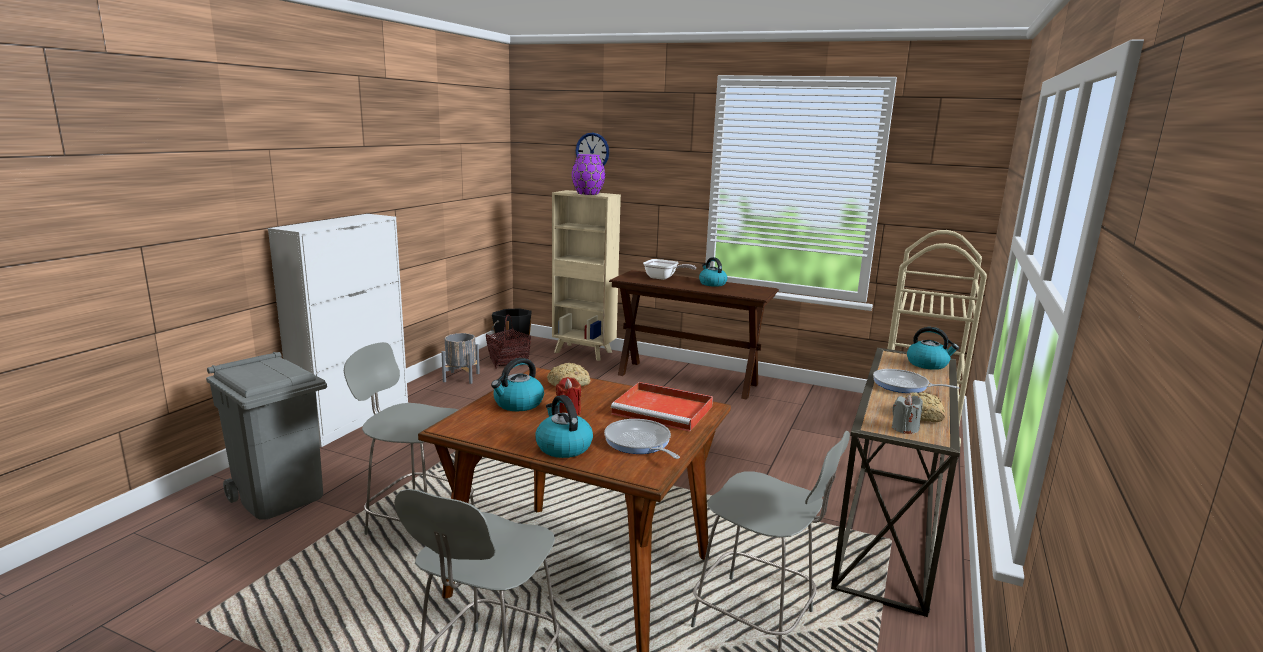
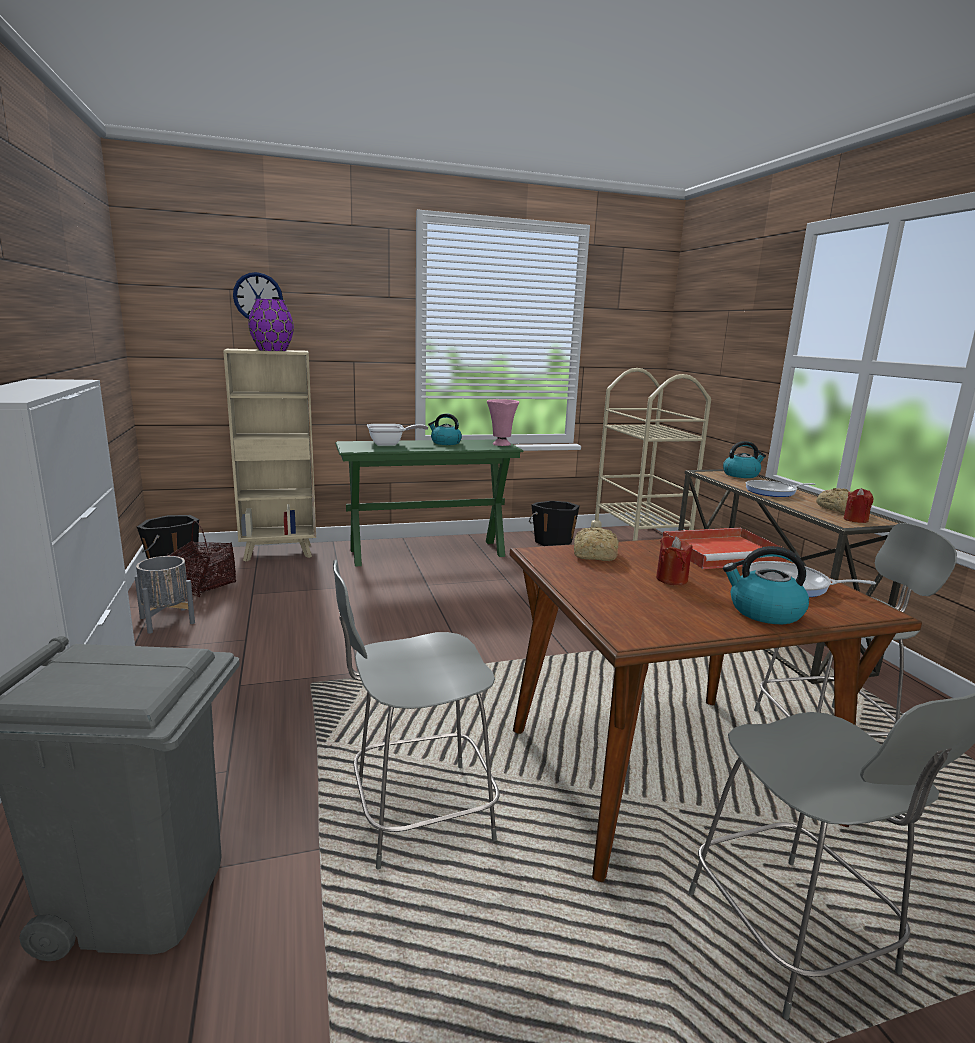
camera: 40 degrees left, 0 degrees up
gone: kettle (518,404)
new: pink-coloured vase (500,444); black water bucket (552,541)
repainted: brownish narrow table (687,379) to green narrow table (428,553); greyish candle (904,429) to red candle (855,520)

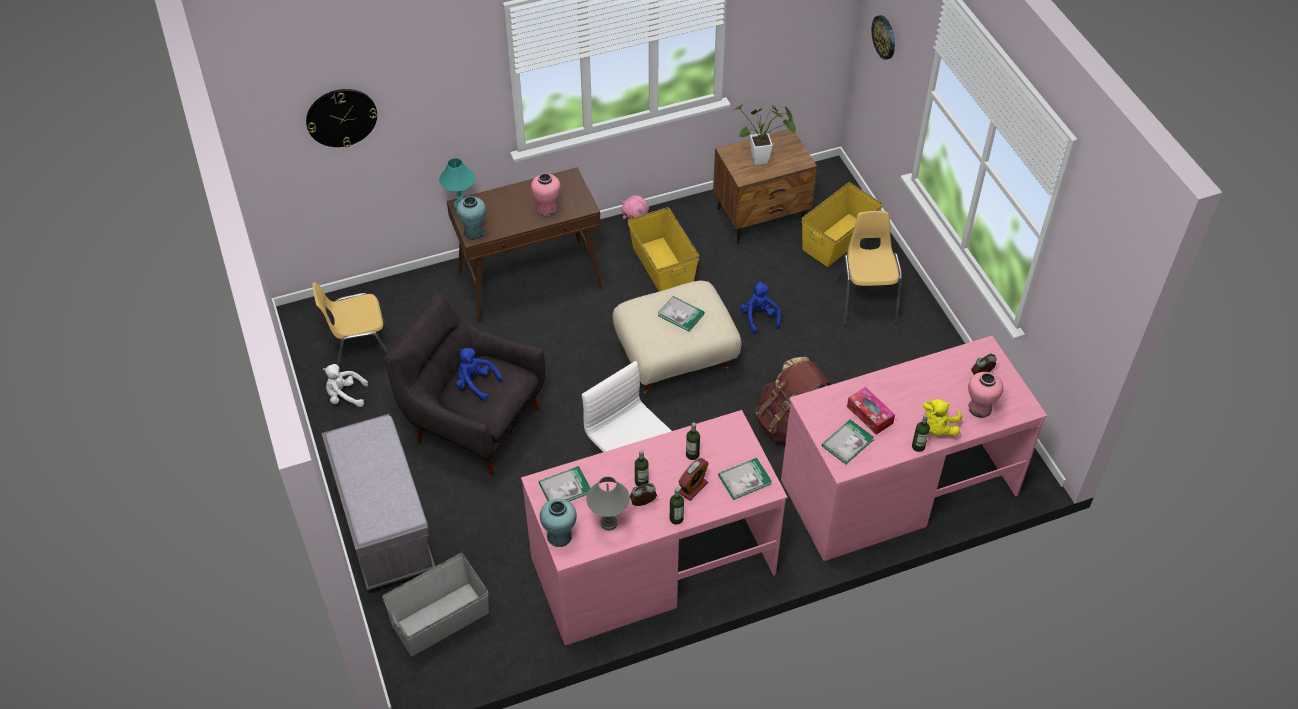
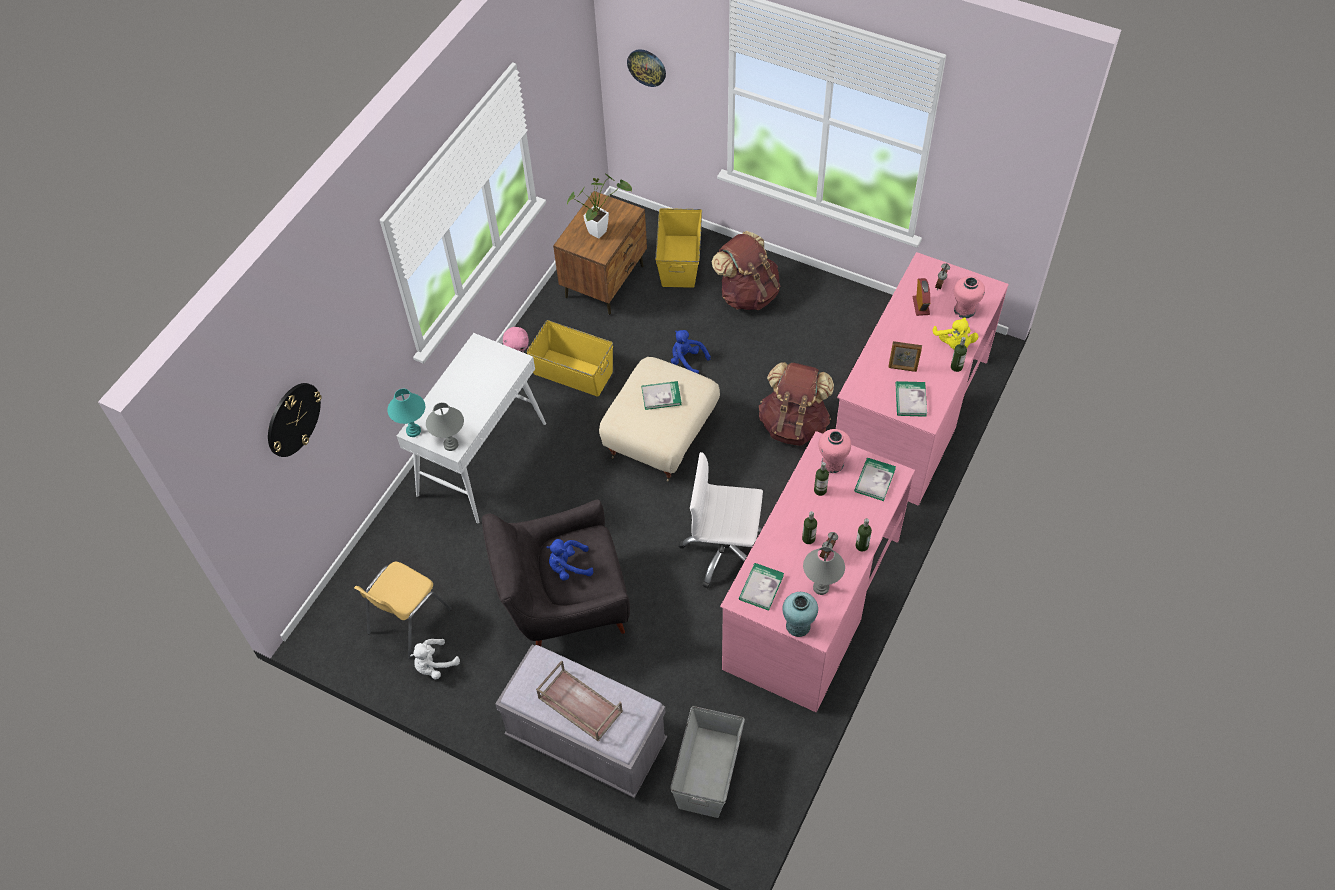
camera: 40 degrees left, 5 degrees up
new: brownish serving tray (579,705)
shifted: pink-coloured vase (547,209) to (832,463); alarm clock (692,487) to (921,306)
swapped: blue-green vase (474,232) to greyish lamp for a table (450,445); yellow chair (866,301) to brownish backpack (747,294); box of tissues (869,415) to picture frame (902,368)
repainted: brownish narrow table (530,280) to white narrow table (482,458)

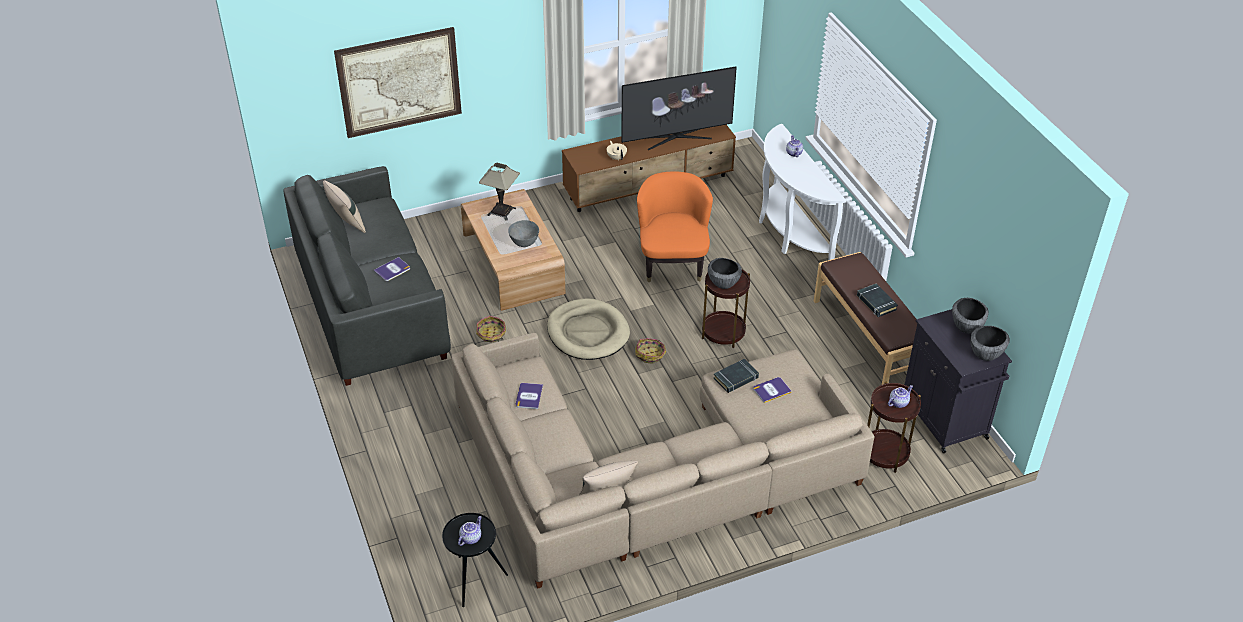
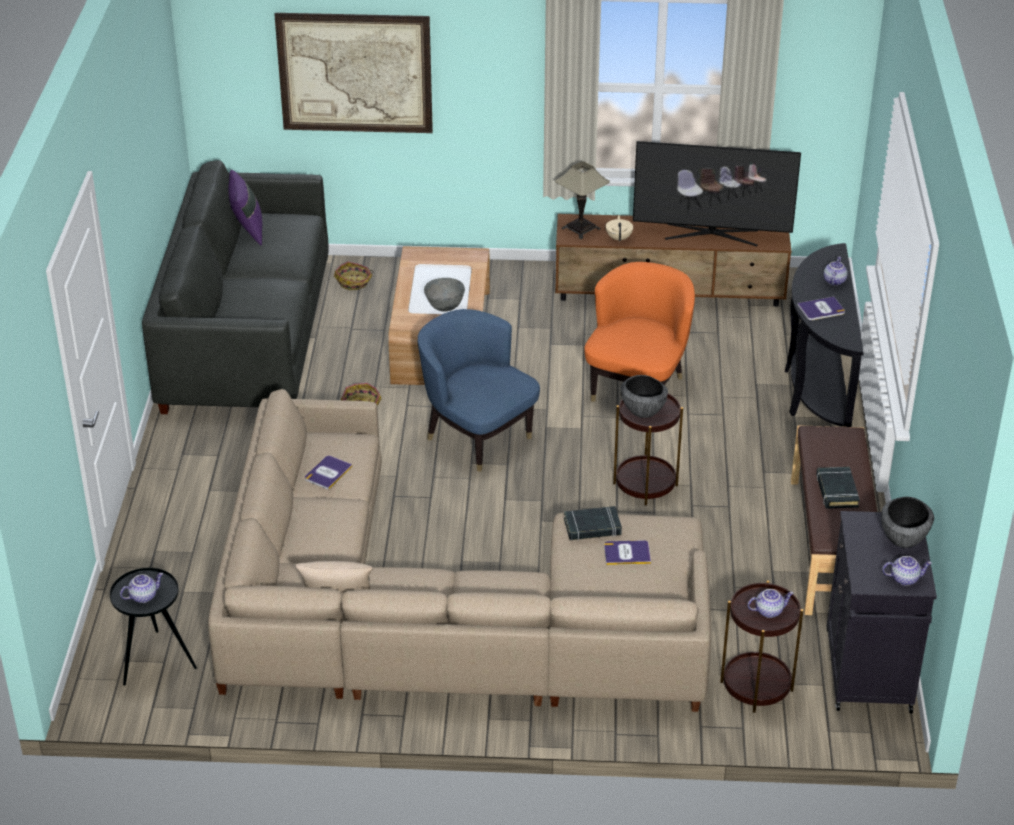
camera: 25 degrees right, 5 degrees down
shifted: lamp for a table (501,211) to (581,228); volume (392,270) to (821,309); household basket (650,354) to (354,282)
swapped: sand-coloured dog cushion (588,332) to bluish easy chair (476,437); bowl (985,354) to teapot (904,578)
repainted: white narrow table (788,232) to black narrow table (816,392); sand-coloured cushion (346,224) to purplish cushion (247,231)

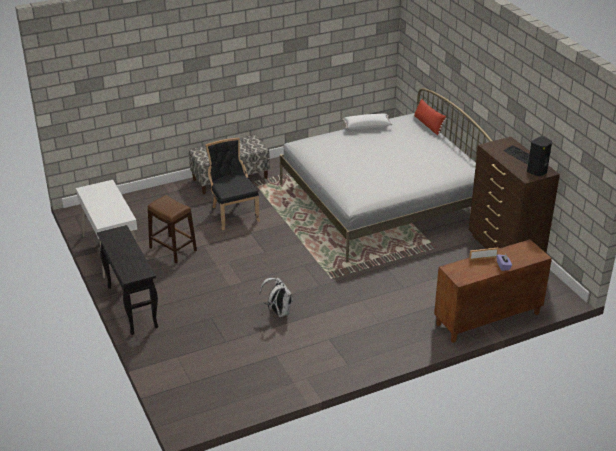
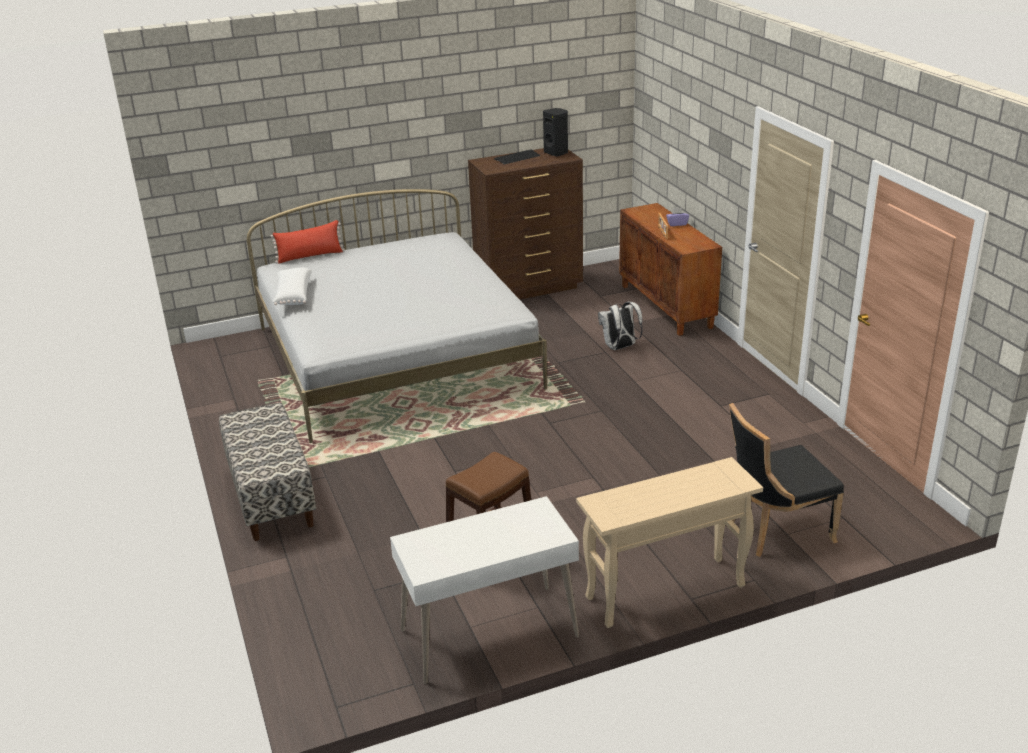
camera: 85 degrees left, 5 degrees down
shifted: black chair (233,213) to (775,530); white backpack (278,312) to (620,347)
repainted: black narrow table (131,306) to sand-coloured narrow table (664,592)

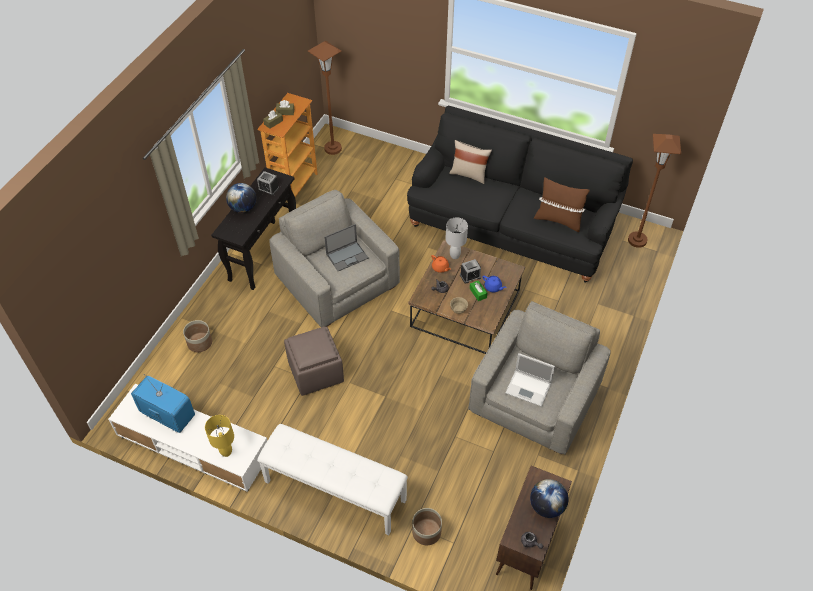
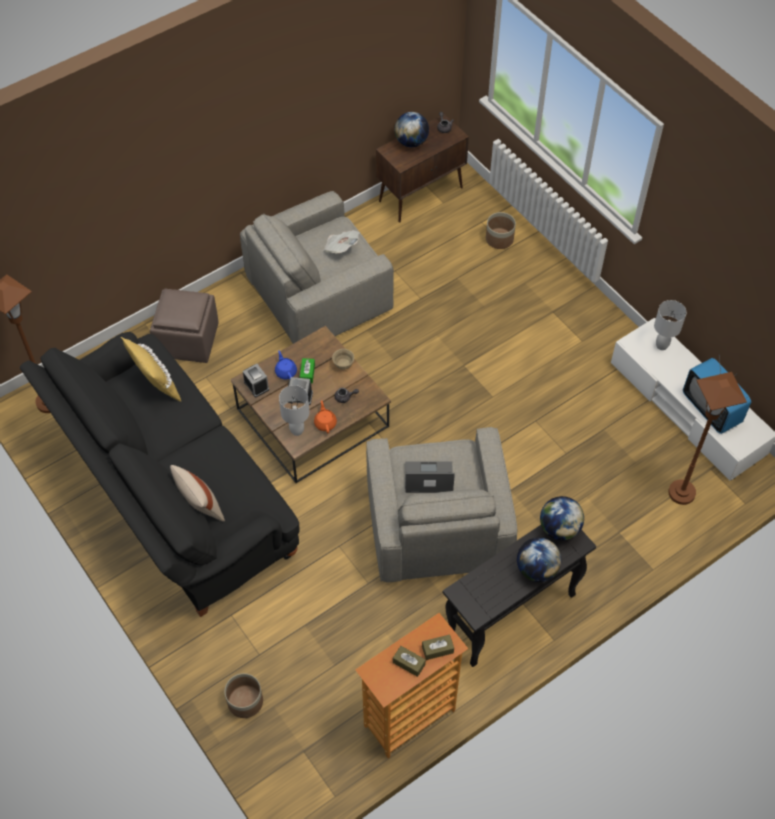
camera: 150 degrees left, 5 degrees up
gone: white long seat (334,491)
new: globe (559,528)
shifted: brownish standing lamp (333,148) to (681,493); alarm clock (268,189) to (256,385); planter (200,342) to (245,701); brownish ottoman (316,372) to (187,340)
swapped: notebook computer (529,388) to newspaper (341,248)
repainted: brownish cushion (558,220) to yellow cushion (155,386); yellow lamp for a table (226,452) to white lamp for a table (662,345)

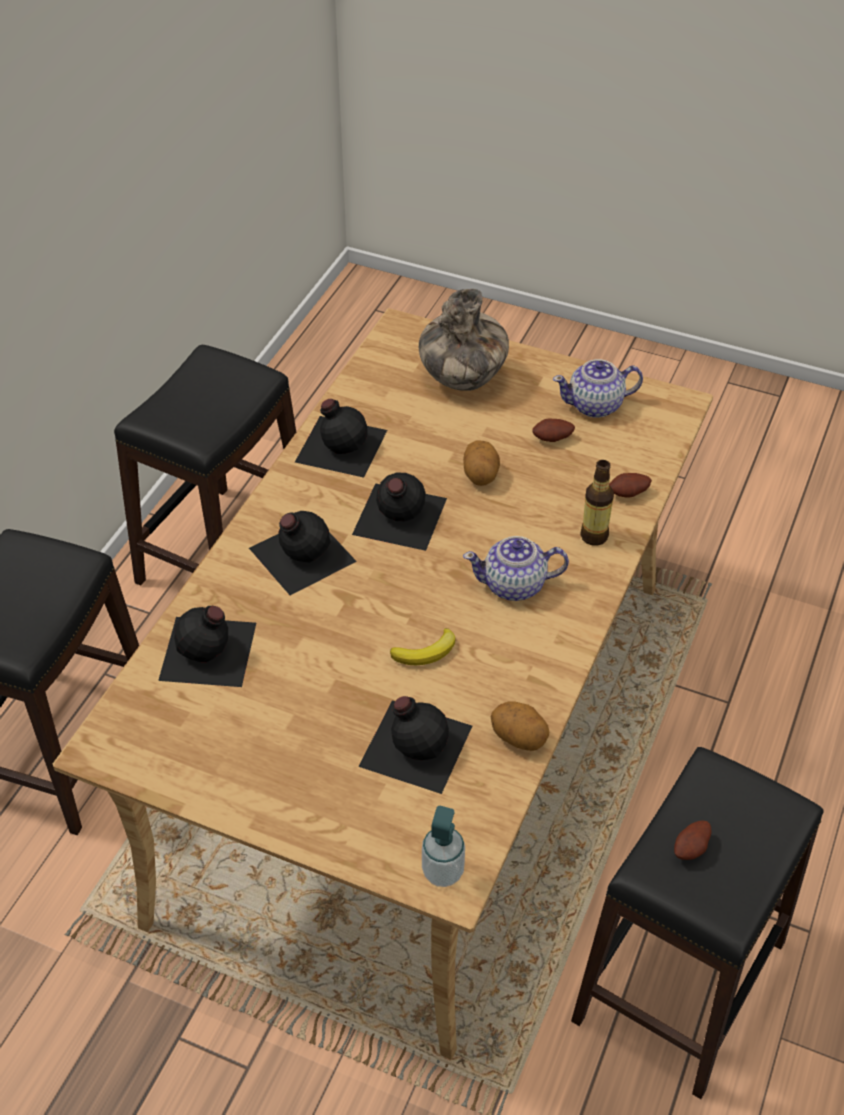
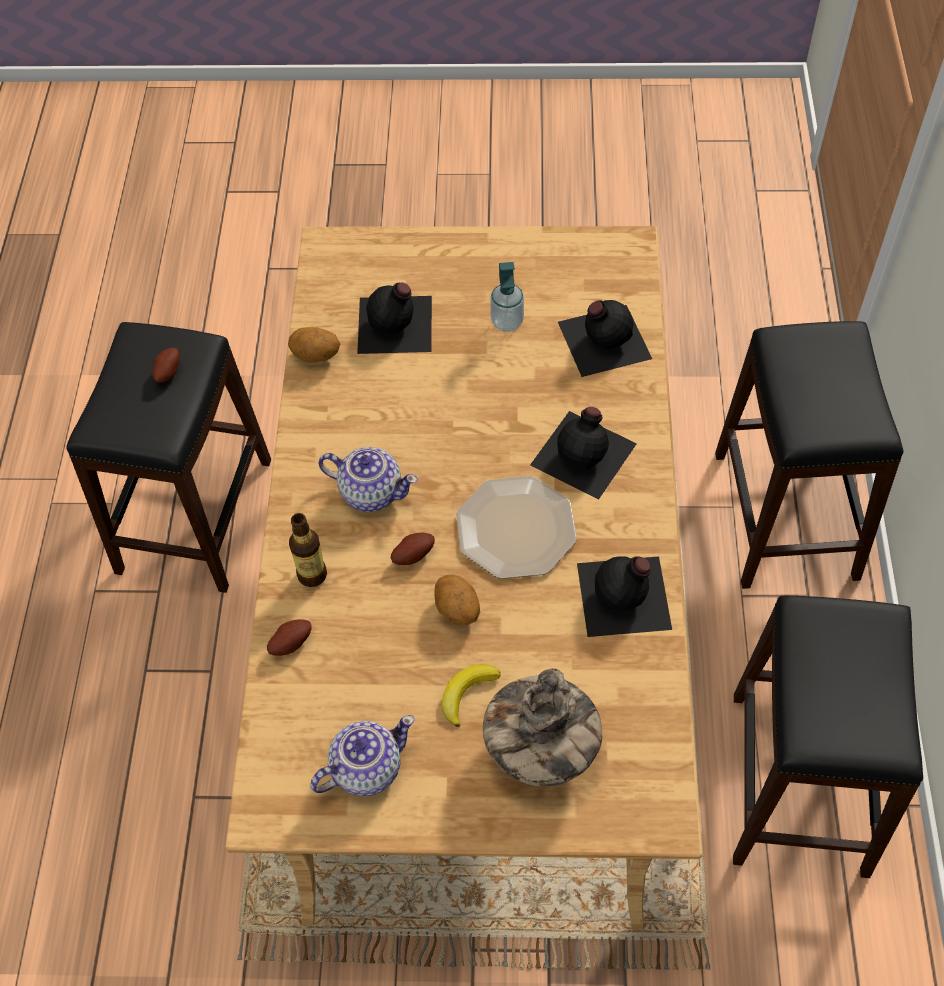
camera: 160 degrees right, 10 degrees up
shifted: potato (552,439) to (413,555); banana fruit (426,652) to (467,693); liquid soap bottle (443,872) to (507,322)
swapped: black drink bottle (398,516) to flat dish (516,528)
rotated: teapot (515,585) = (370,491) 45 degrees clockwise

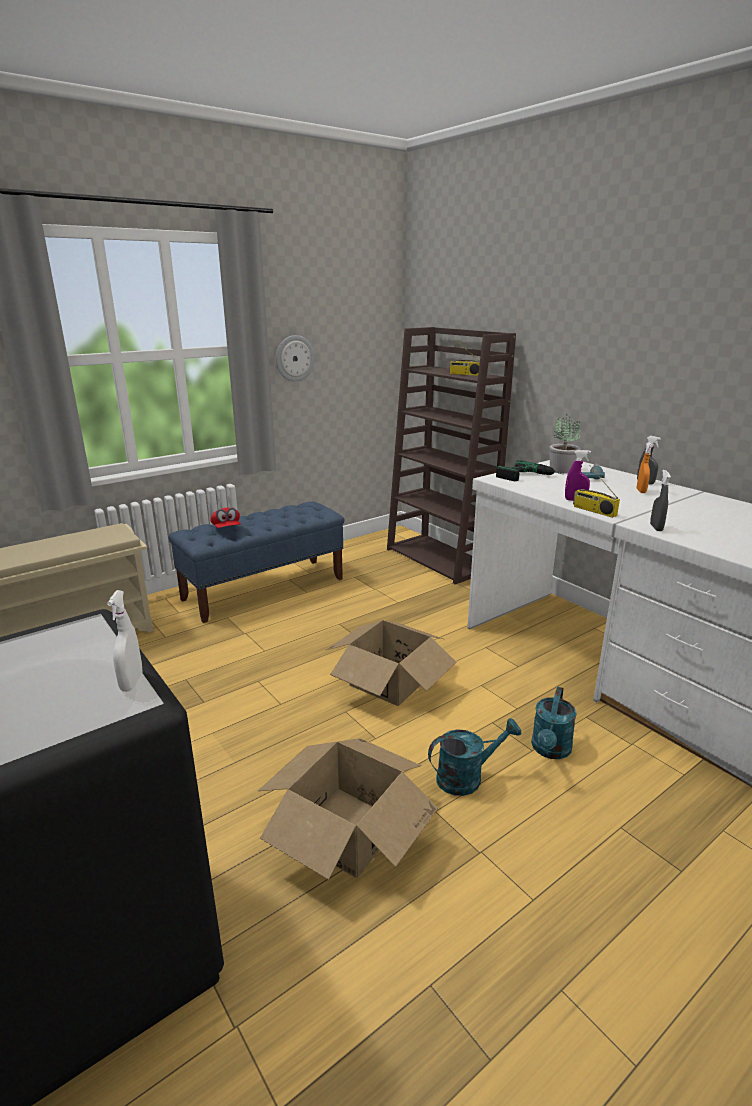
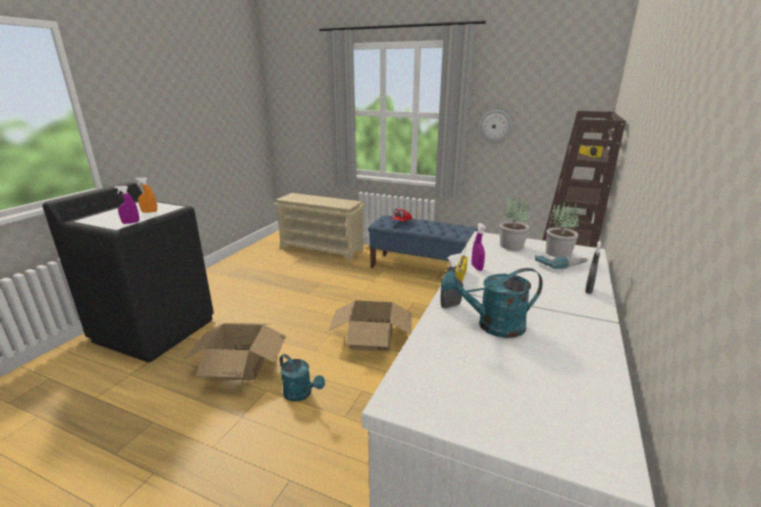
camera: 60 degrees right, 0 degrees up
shifted: orangey spray bottle (641,491) to (149,212); blue-green sprinkling can (550,750) to (492,326)
swapped: electric drill (530,477) to houseplant (511,246)
repainted: white spray bottle (131,682) to purplish spray bottle (131,222)

